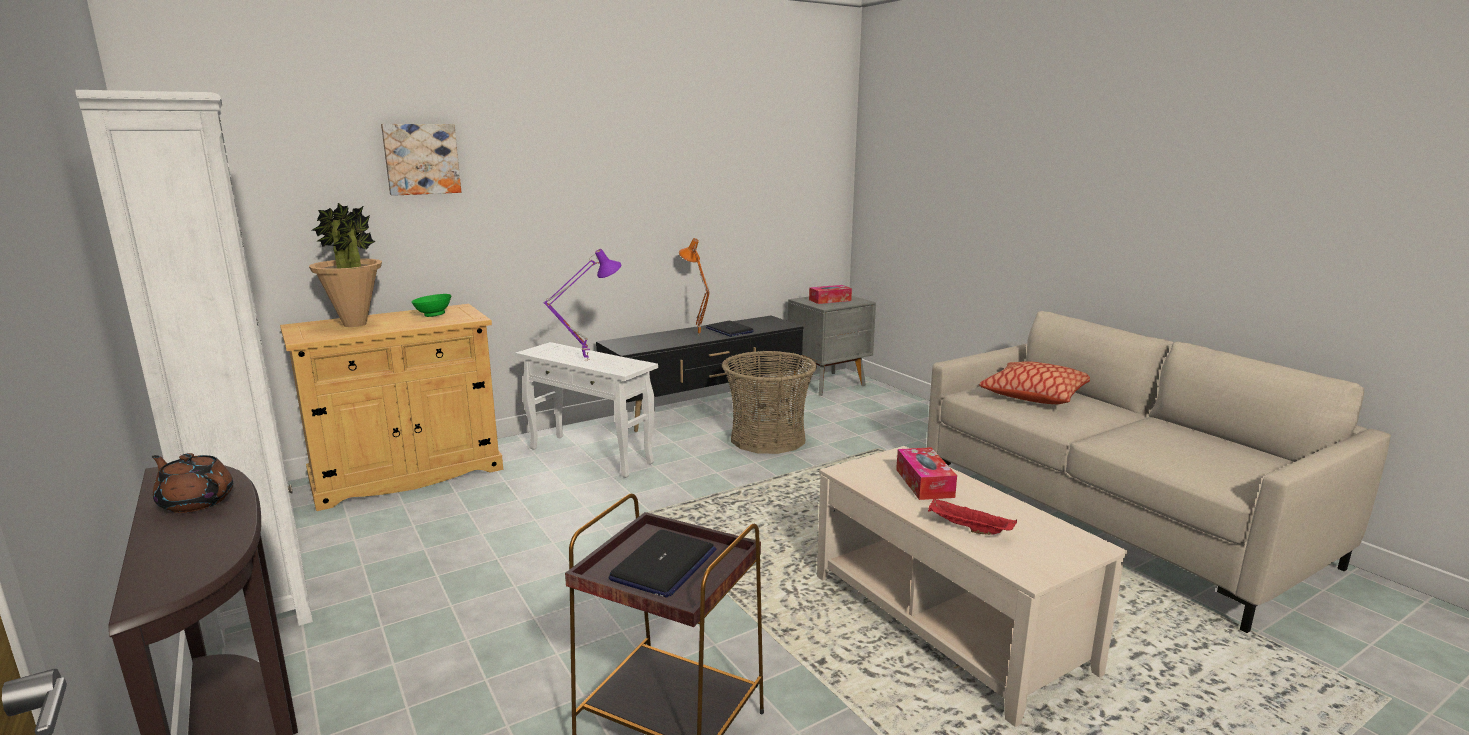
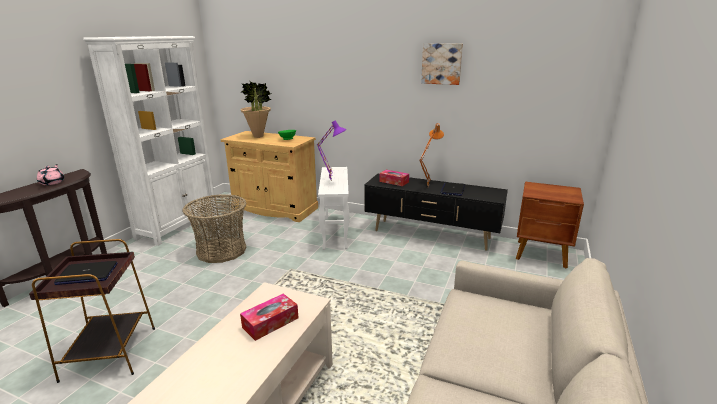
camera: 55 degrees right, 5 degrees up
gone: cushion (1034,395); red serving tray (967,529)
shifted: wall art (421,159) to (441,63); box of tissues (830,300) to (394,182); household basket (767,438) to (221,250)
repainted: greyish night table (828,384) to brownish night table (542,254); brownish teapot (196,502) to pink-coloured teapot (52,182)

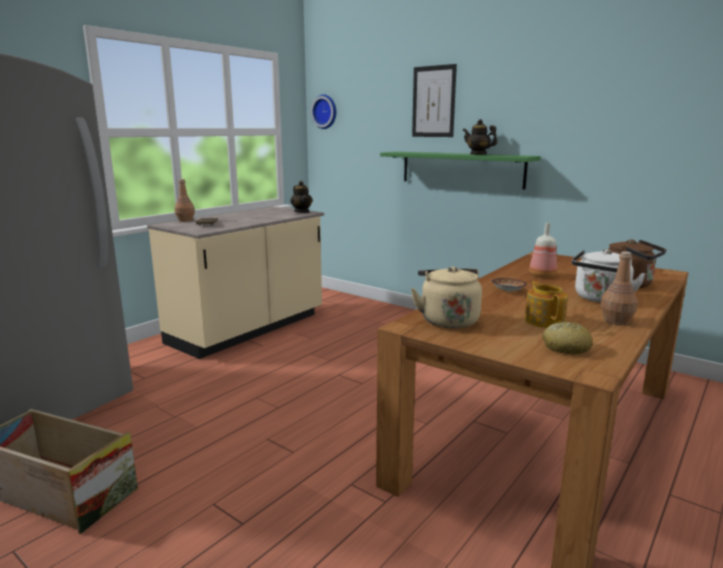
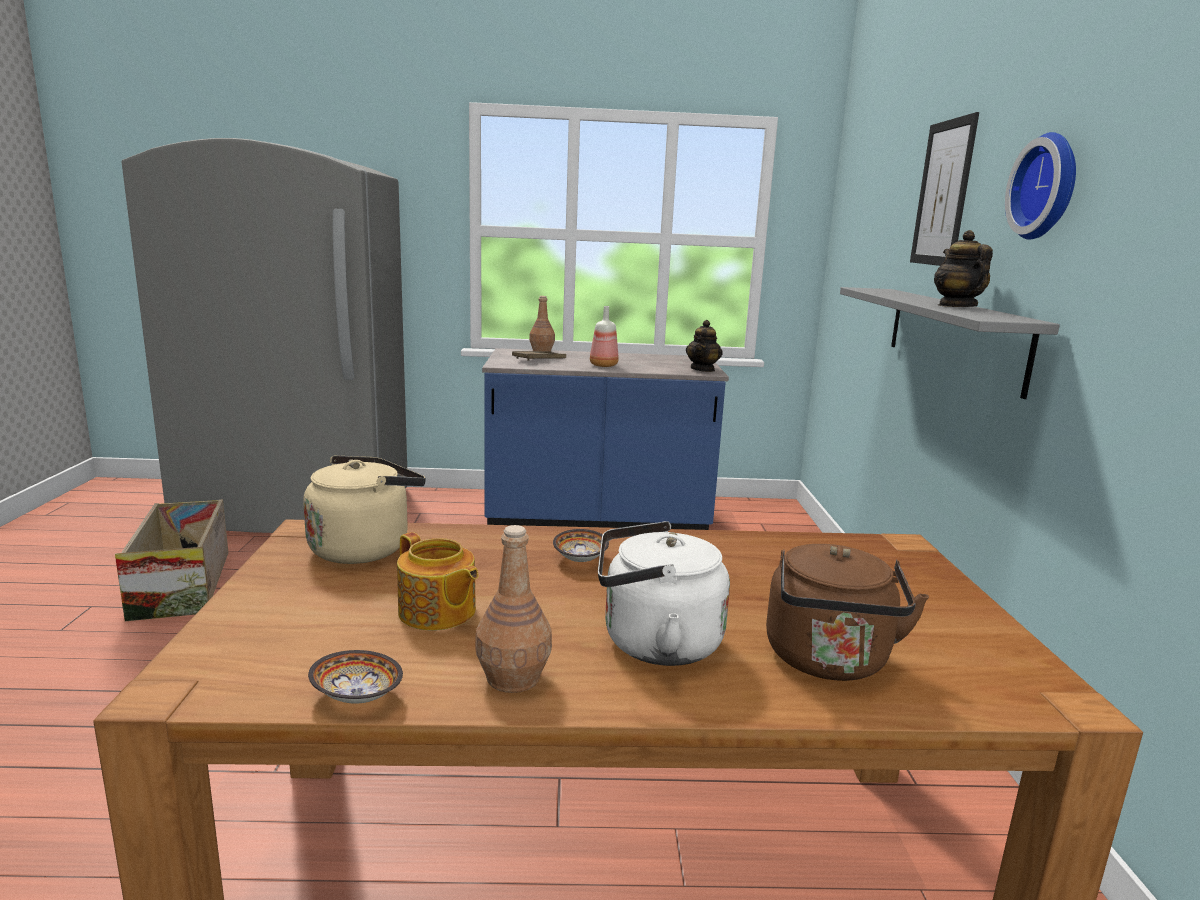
camera: 50 degrees right, 0 degrees up
gone: bread (565,347)
new: bowl (357,698)
shifted: hanging clock (325,111) to (1048,187); drink bottle (541,276) to (602,365)
repainted: green shelf (461,169) to greyish shelf (953,335); sand-coloured kitchen base unit (248,329) to bluish kitchen base unit (597,521)
rotated: teapot (544,321) = (437,612) 90 degrees clockwise

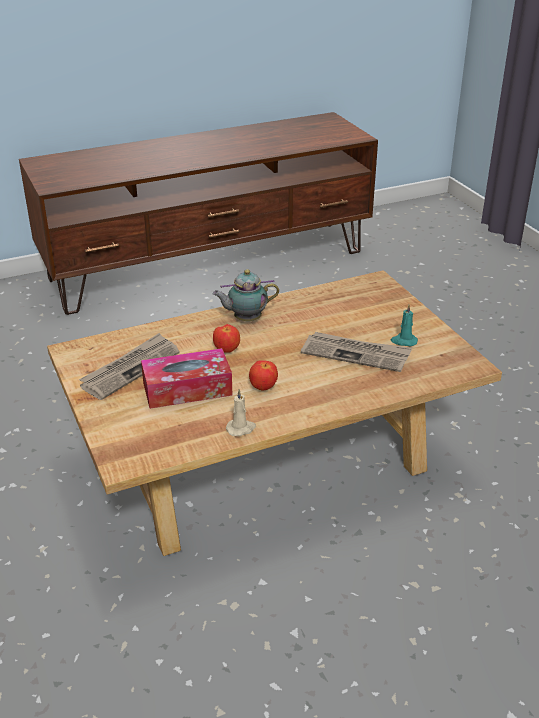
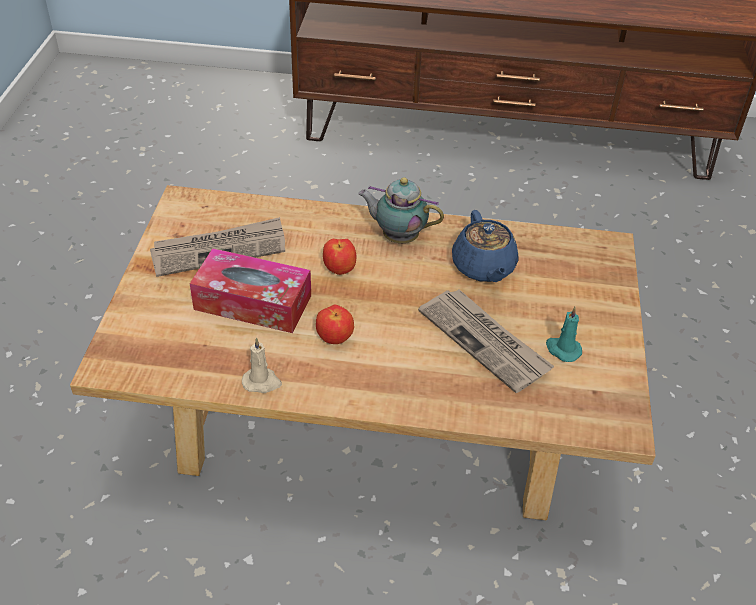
camera: 30 degrees right, 10 degrees up
new: bluish teapot (483,267)

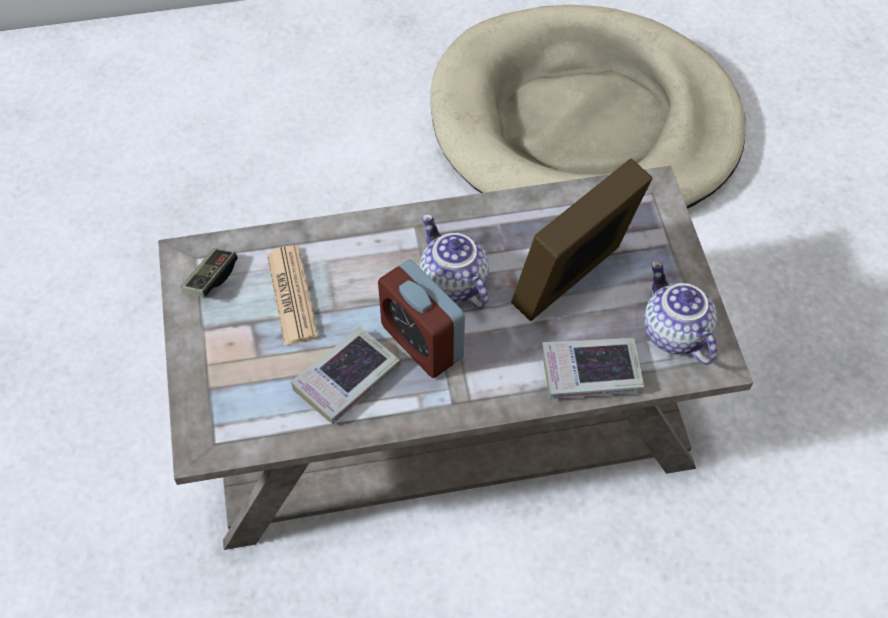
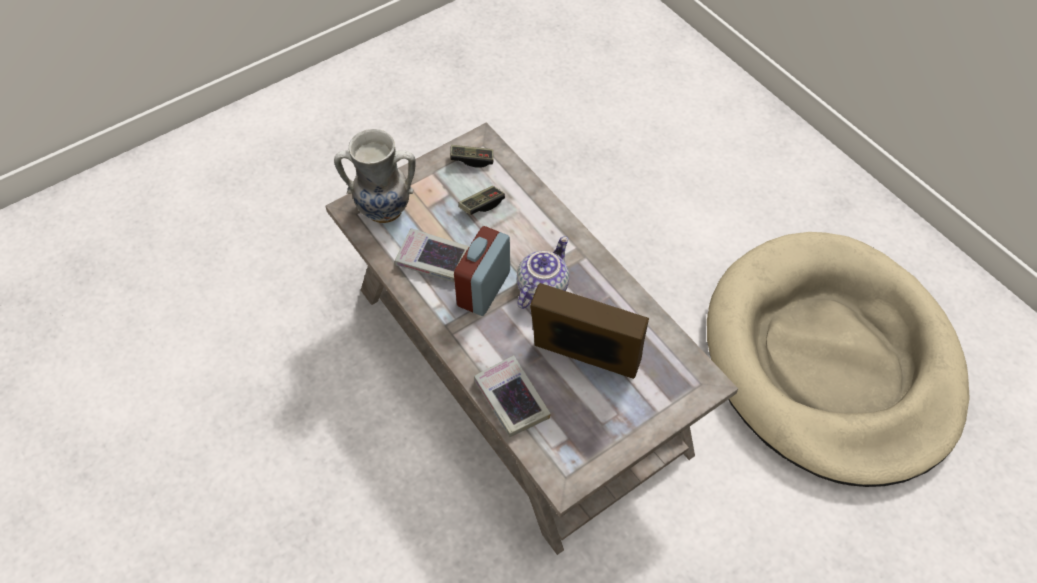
camera: 65 degrees right, 0 degrees up
gone: teapot (673,333)
new: vase (384,210)
swapped: newspaper (292,296) to game controller (482,205)

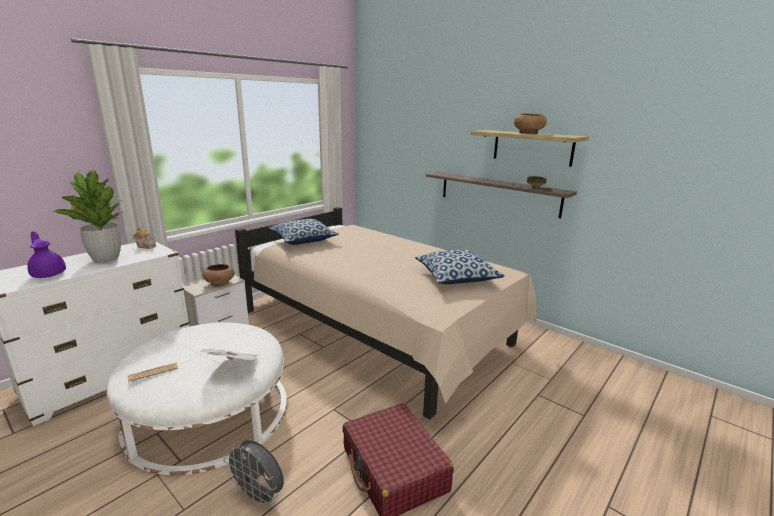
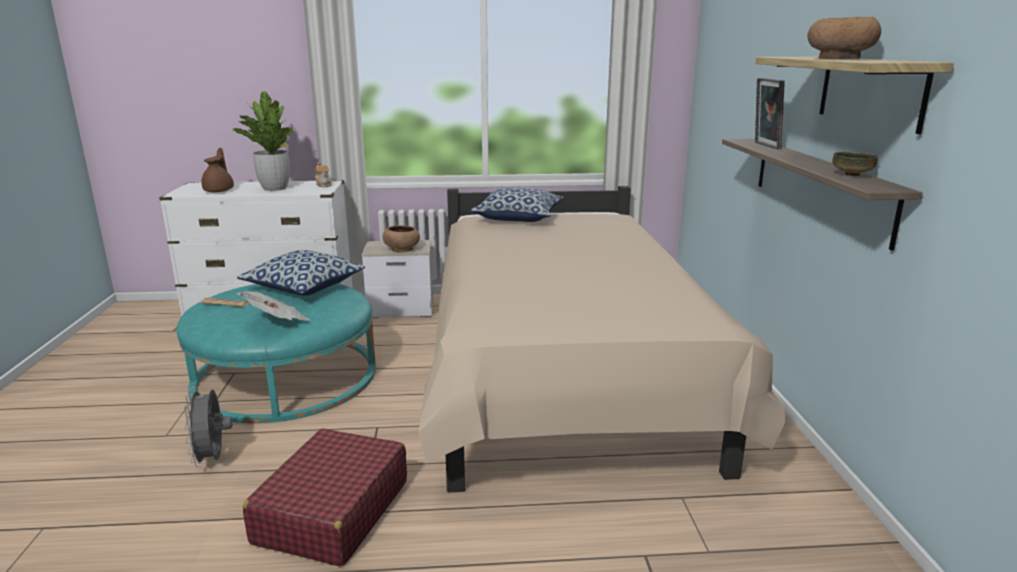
camera: 45 degrees right, 0 degrees up
new: picture frame (764,146)
shifted: cushion (456,278) to (304,287)
repainted: purplish teapot (49,274) to brownish teapot (220,190); white ottoman (208,412) to blue-green ottoman (285,375)

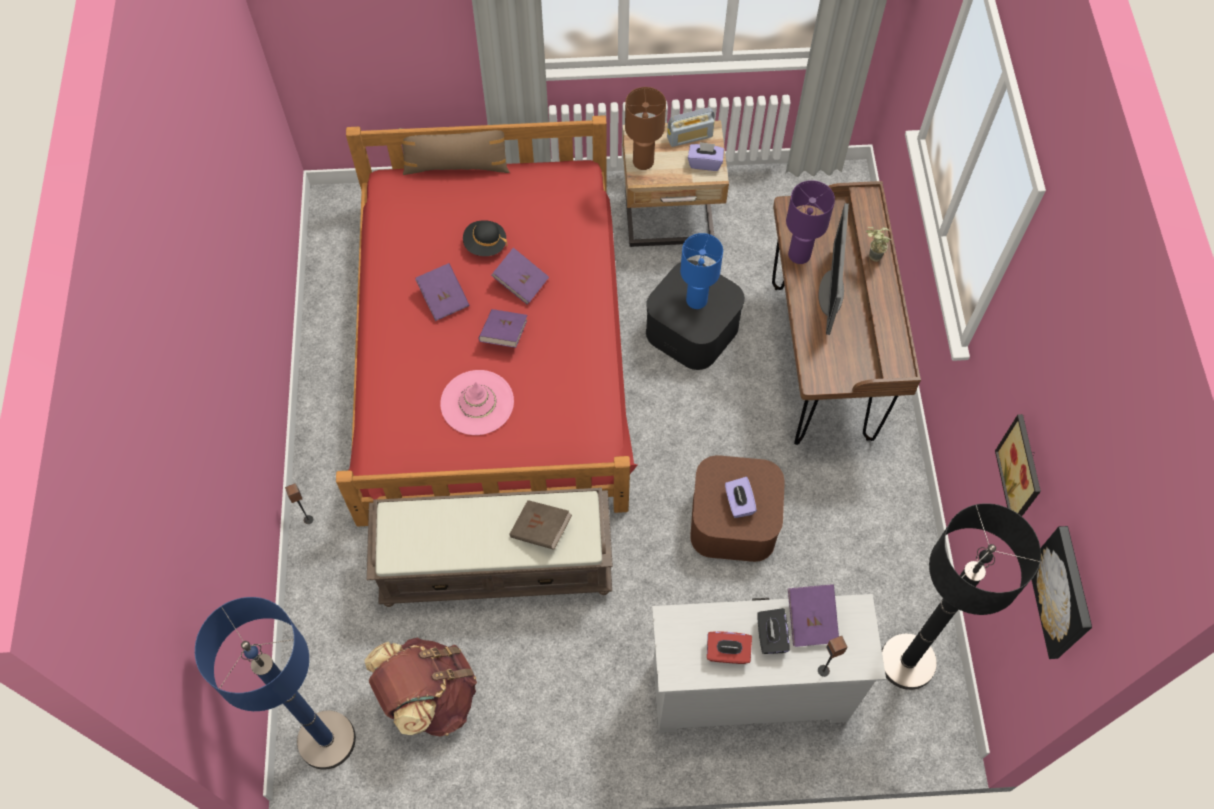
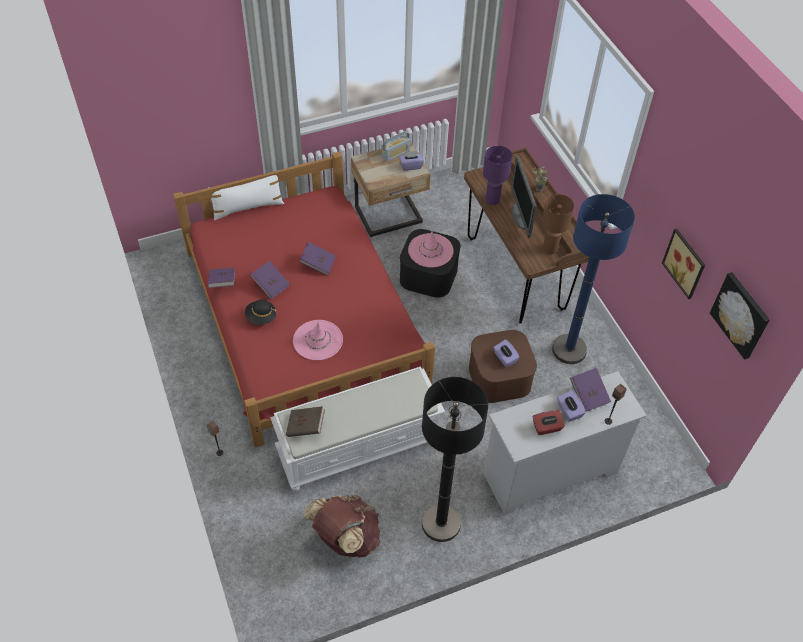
camera: 20 degrees left, 10 degrees down
shifted: brownish lamp for a table (643,162) to (550,249); black hat (485,244) to (261,317); purplish volume (504,334) to (222,283); brownish volume (541,530) to (305,427); black standing lamp (907,662) to (441,523); bluish standing lamp (326,740) to (569,350)
swapped: bluish lamp for a table (696,300) to pink-coloured hat (430,250)
repainted: brownish cushion (456,166) to white cushion (248,207); brownish long seat (497,564) to white long seat (359,444); black box of tissues (771,636) to purplish box of tissues (569,411)

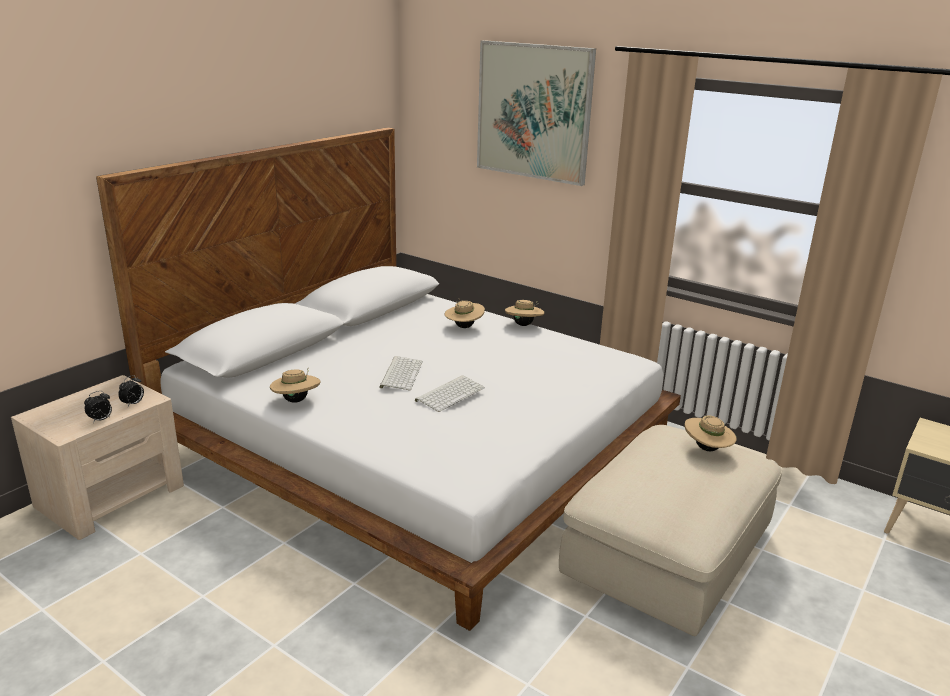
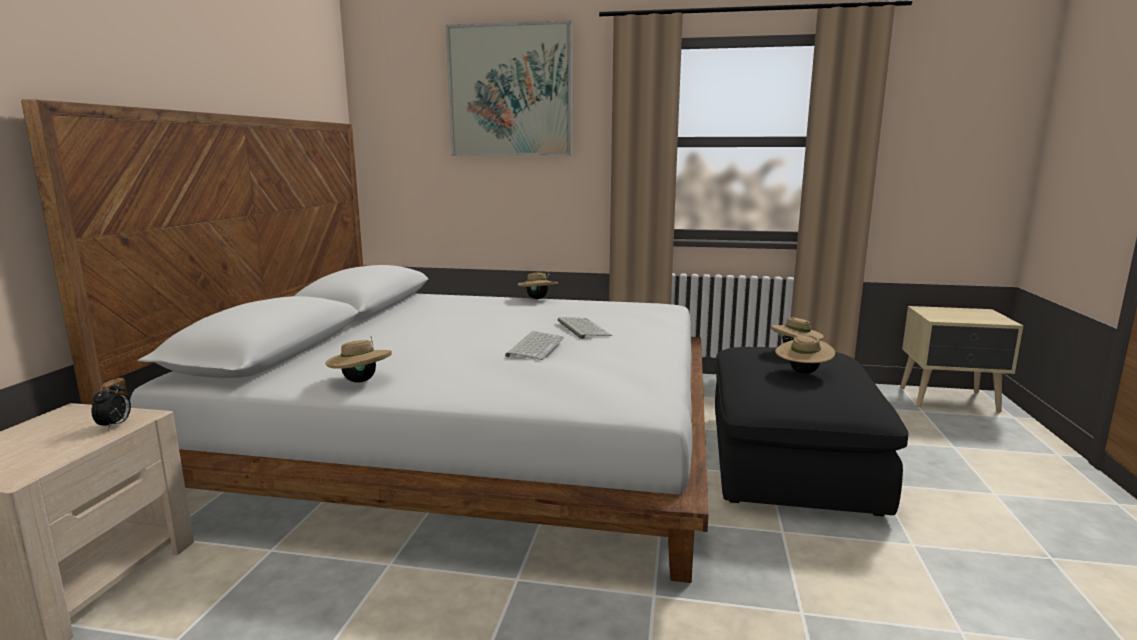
camera: 25 degrees left, 10 degrees down
gone: alarm clock (101,420)
shifted: sand-coloured hat (464,327) to (802,372); computer keyboard (400,373) to (582,328)
repainted: sand-coloured ottoman (667,552) to black ottoman (788,460)

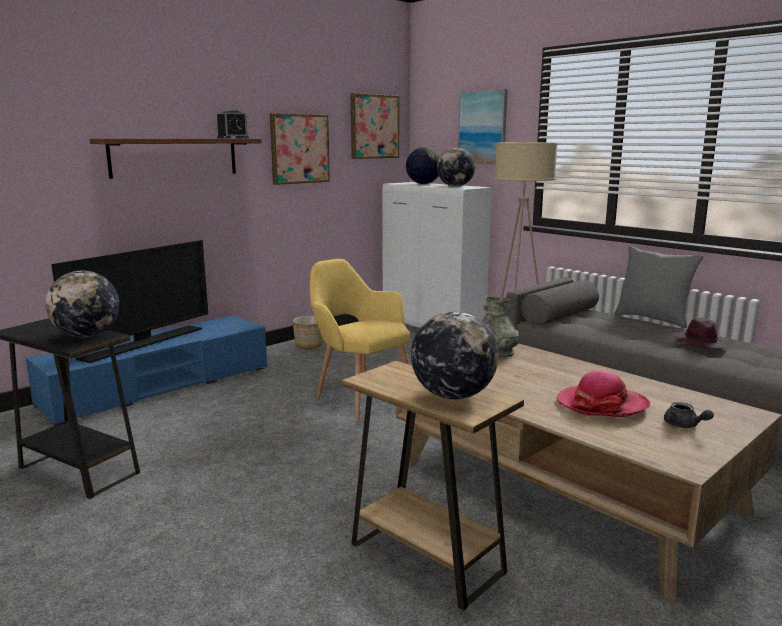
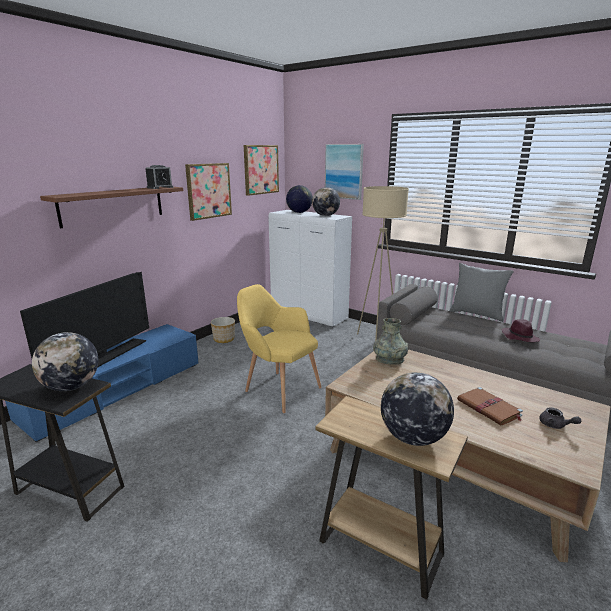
camera: 10 degrees left, 5 degrees up
swapped: hat (602,404) to brownish volume (489,408)

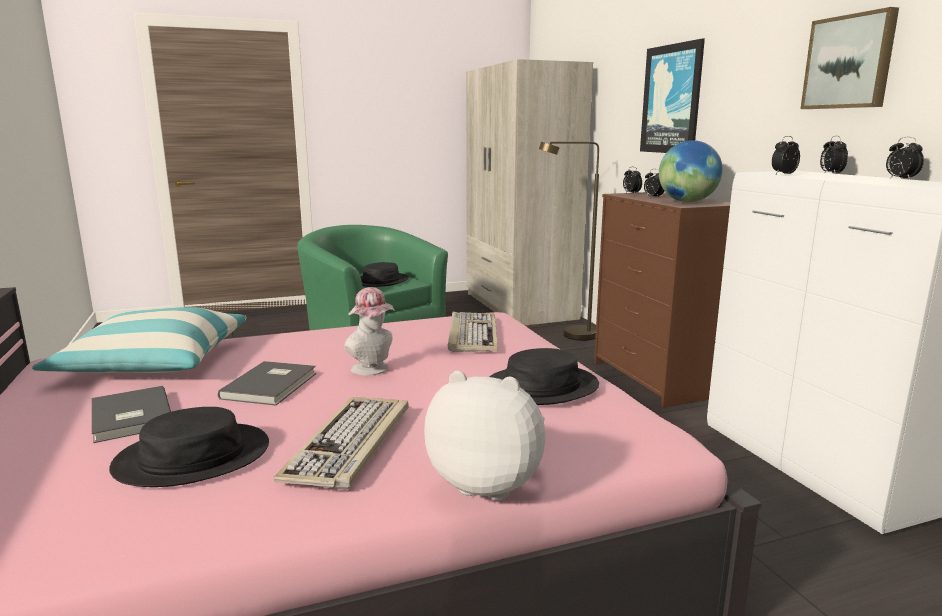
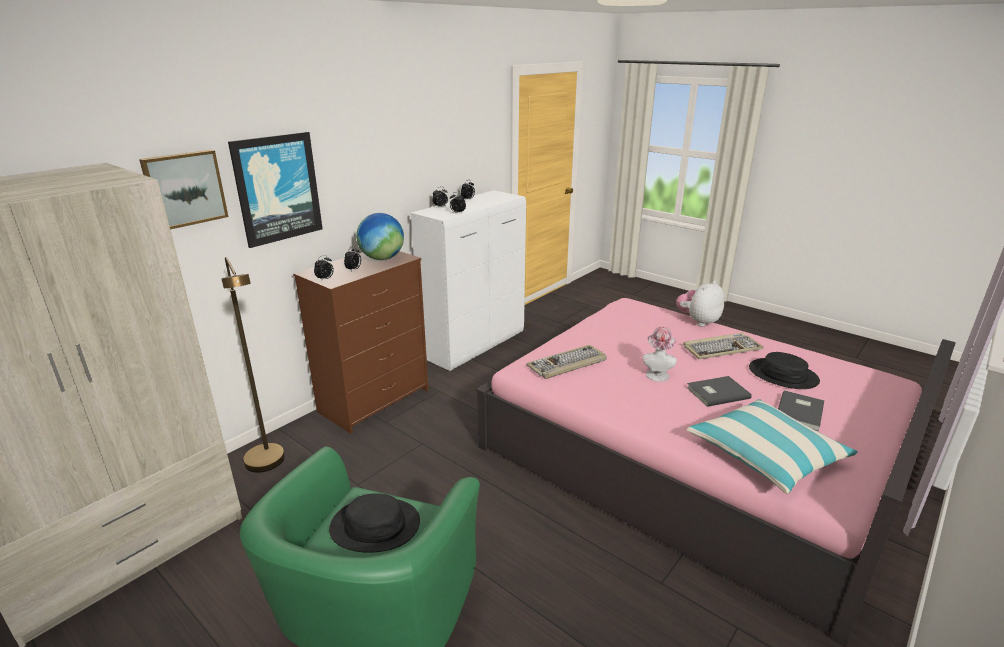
camera: 120 degrees left, 10 degrees up
gone: black hat (541,386)
shifted: wall art (850,62) to (184,189)
rotated: plush toy (488,483) = (698,321) 60 degrees clockwise

